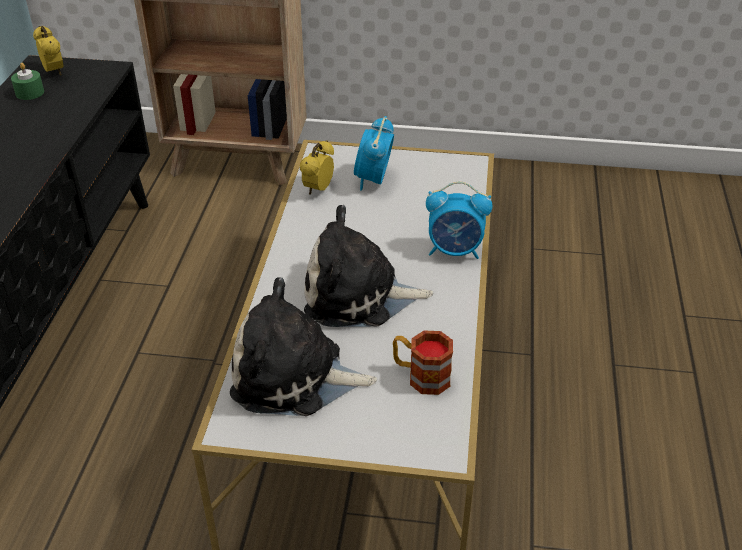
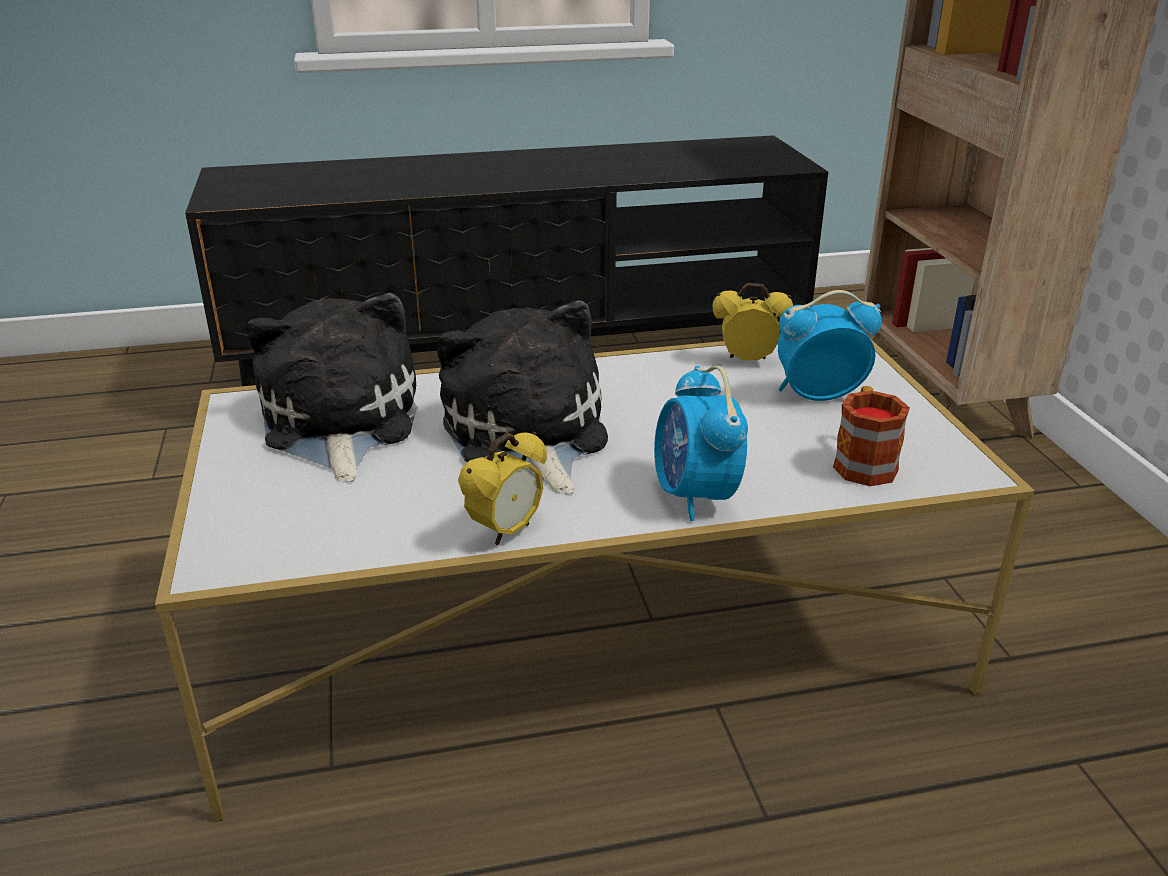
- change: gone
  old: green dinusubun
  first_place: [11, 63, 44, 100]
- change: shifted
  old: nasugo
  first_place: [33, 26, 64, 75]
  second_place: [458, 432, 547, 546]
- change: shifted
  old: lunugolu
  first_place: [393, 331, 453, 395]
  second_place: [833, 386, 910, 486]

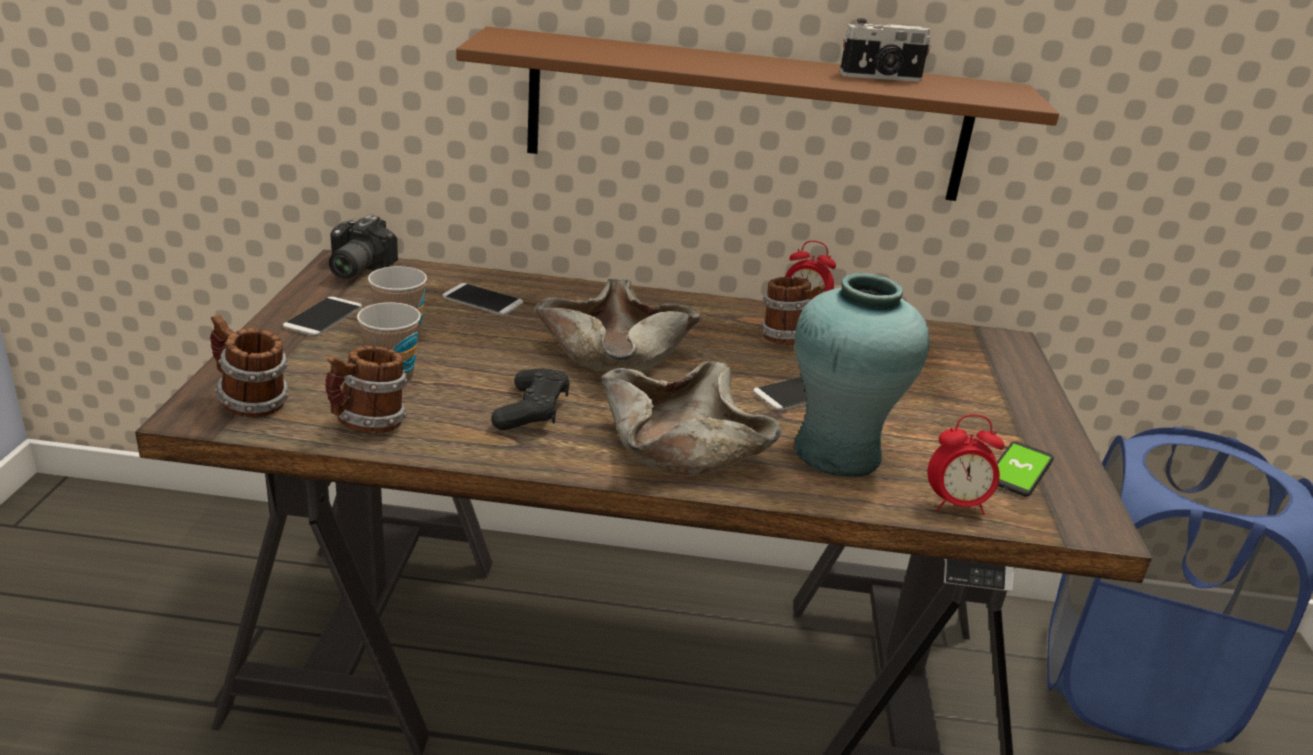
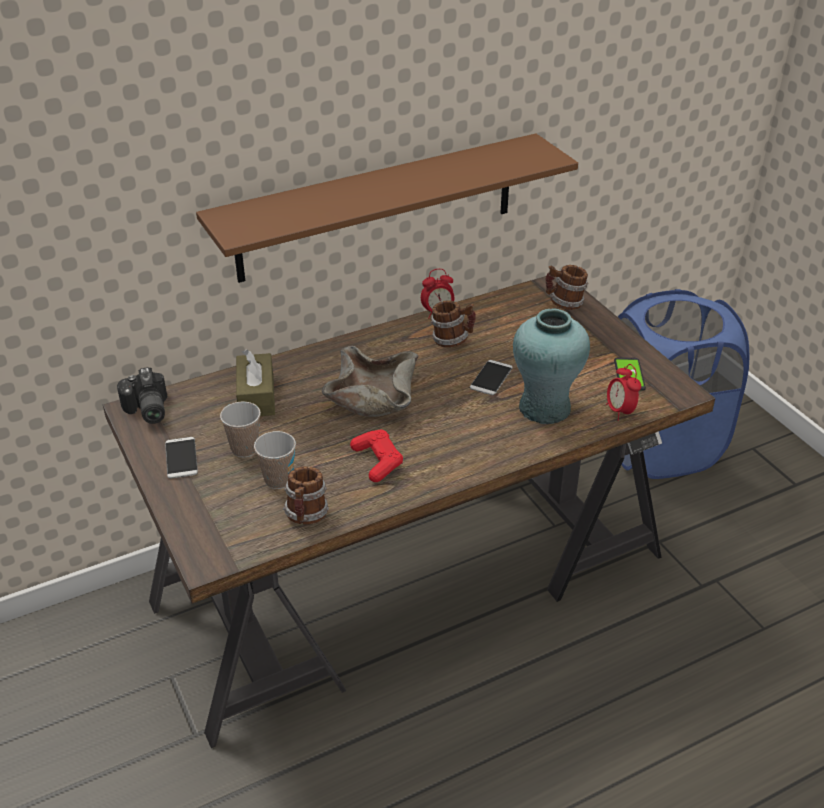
- change: gone
  old: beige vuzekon
  first_place: [601, 360, 781, 476]
- change: gone
  old: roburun
  first_place: [840, 18, 931, 82]
- change: shifted
  old: lunugolu
  first_place: [210, 314, 289, 418]
  second_place: [545, 265, 588, 310]
- change: swapped
  old: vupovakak
  new: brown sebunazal
  first_place: [443, 283, 523, 315]
  second_place: [236, 349, 275, 416]
- change: repainted
  old: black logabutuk
  new: red logabutuk
  first_place: [491, 368, 570, 430]
  second_place: [350, 430, 403, 482]
- change: rotated
  old: nasugo
  first_place: [928, 414, 1004, 515]
  second_place: [606, 364, 641, 421]
  degrees: 105

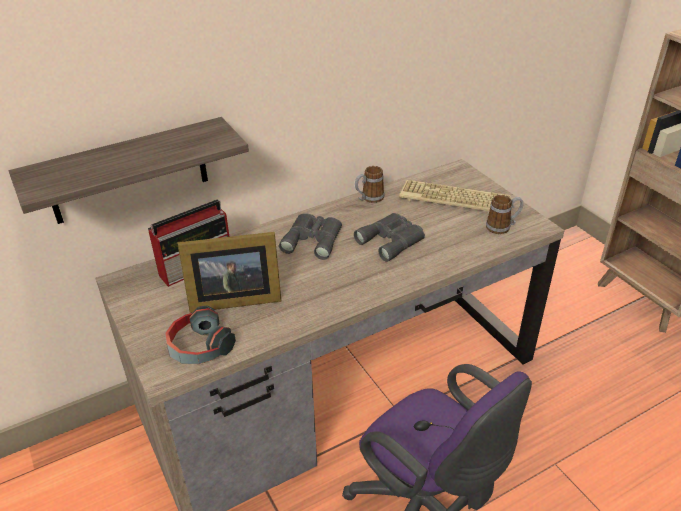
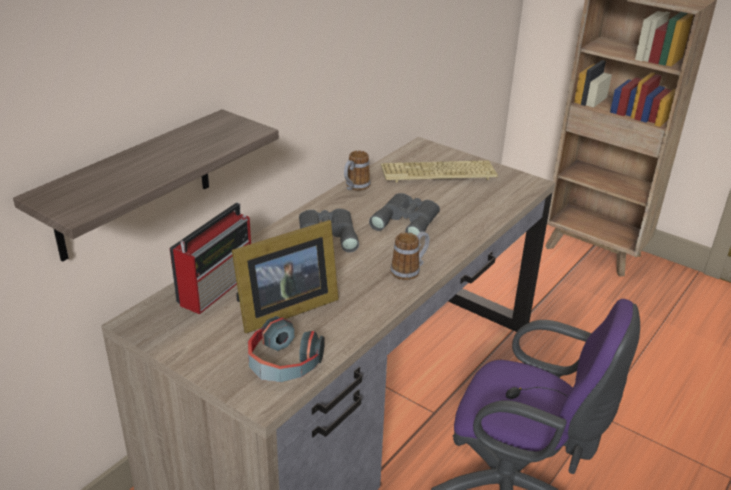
- change: shifted
  old: lunugolu
  first_place: [486, 195, 523, 234]
  second_place: [391, 231, 430, 280]

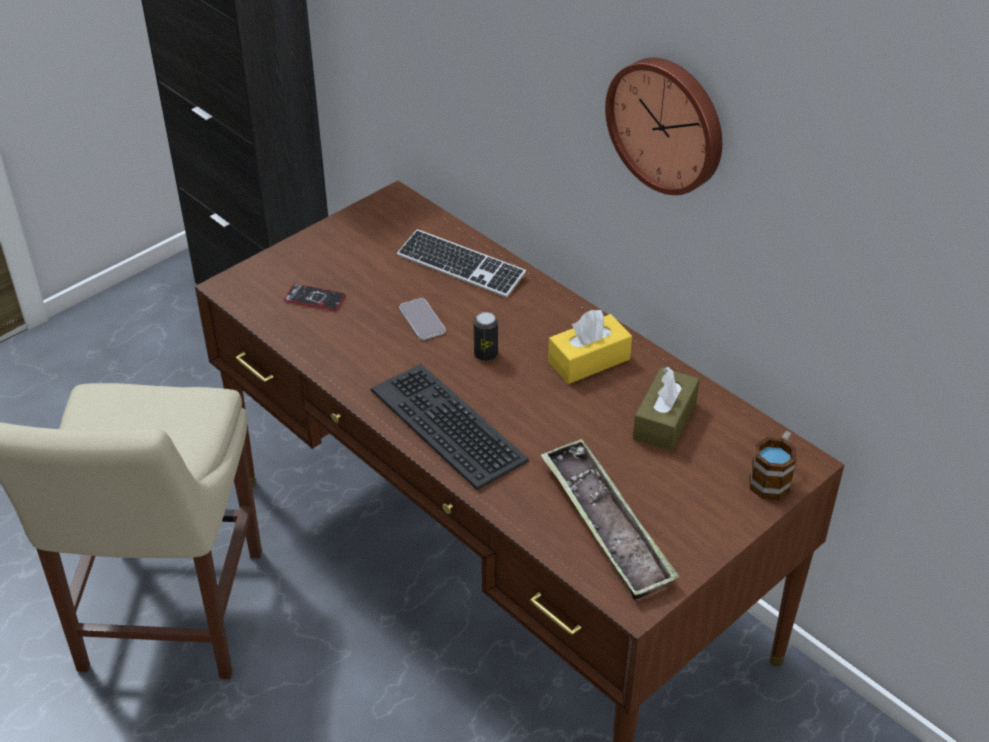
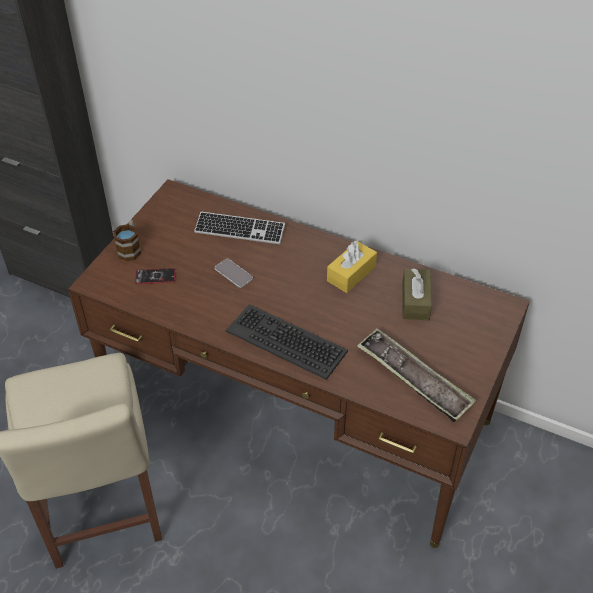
- change: gone
  old: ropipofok
  first_place: [474, 312, 498, 361]
- change: gone
  old: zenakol
  first_place: [605, 58, 722, 195]
- change: shifted
  old: lunugolu
  first_place: [749, 431, 797, 500]
  second_place: [113, 220, 141, 261]

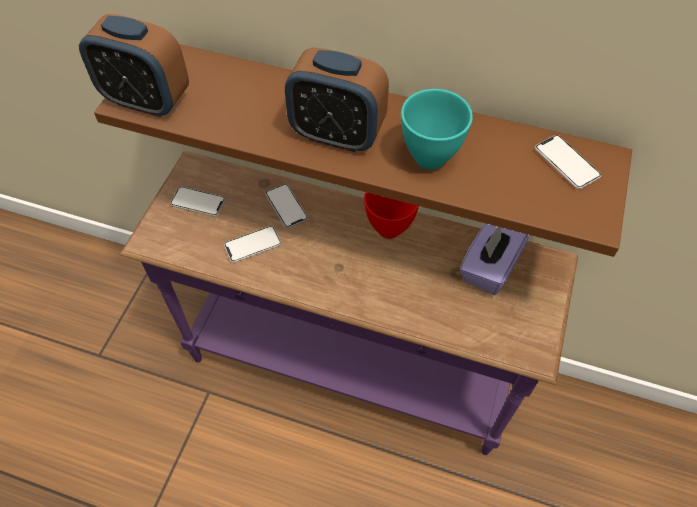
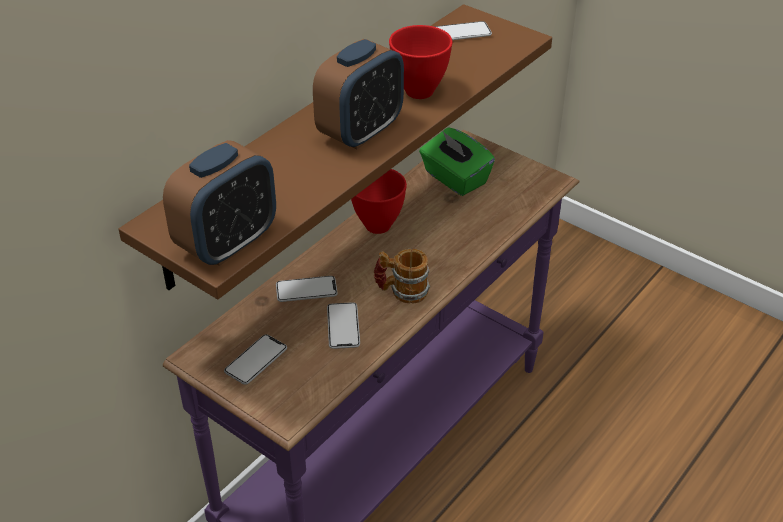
- change: new
  new: lunugolu
  second_place: [374, 249, 430, 304]
- change: repainted
  old: turquoise vuzekon
  new: red vuzekon
  first_place: [401, 89, 473, 170]
  second_place: [389, 25, 453, 99]
- change: repainted
  old: purple sebunazal
  new: green sebunazal
  first_place: [460, 224, 530, 295]
  second_place: [419, 127, 495, 196]

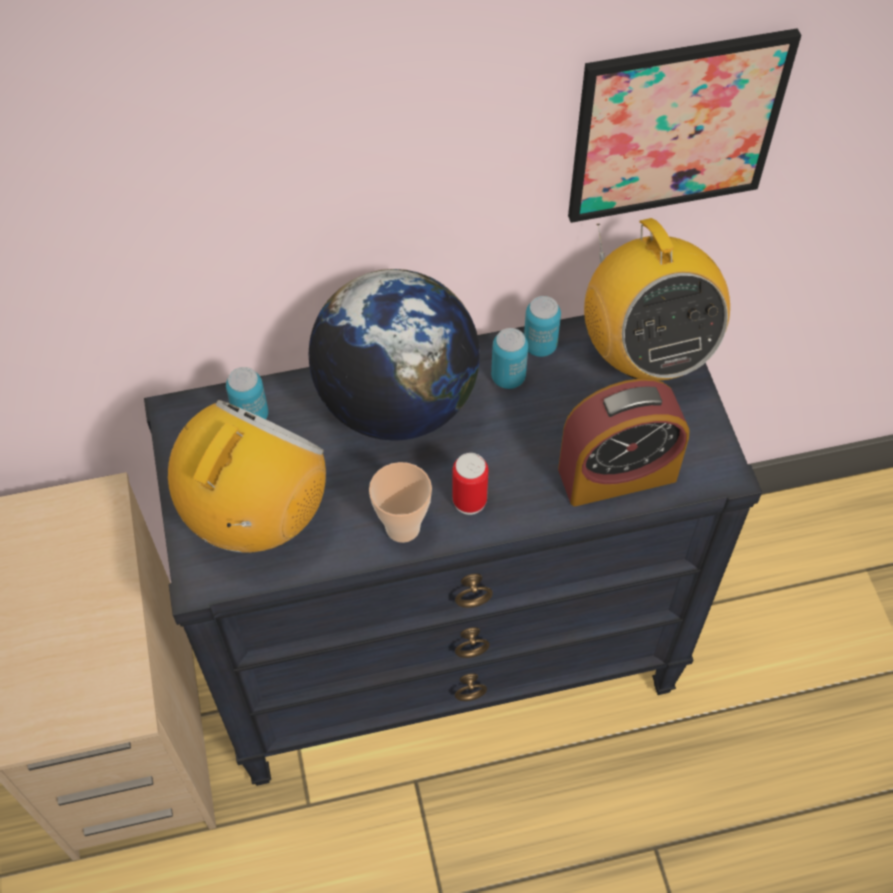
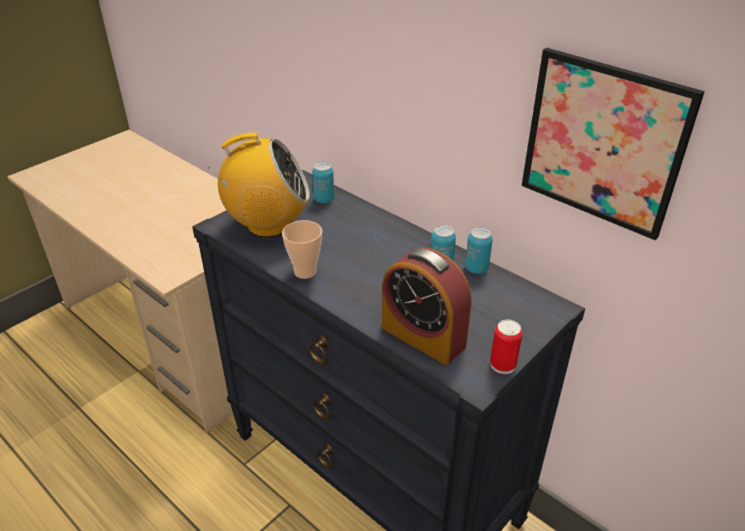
- change: gone
  old: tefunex
  first_place: [309, 269, 480, 441]
- change: gone
  old: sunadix
  first_place: [584, 218, 730, 381]
- change: shifted
  old: ropipofok
  first_place: [452, 453, 489, 515]
  second_place: [490, 319, 523, 374]

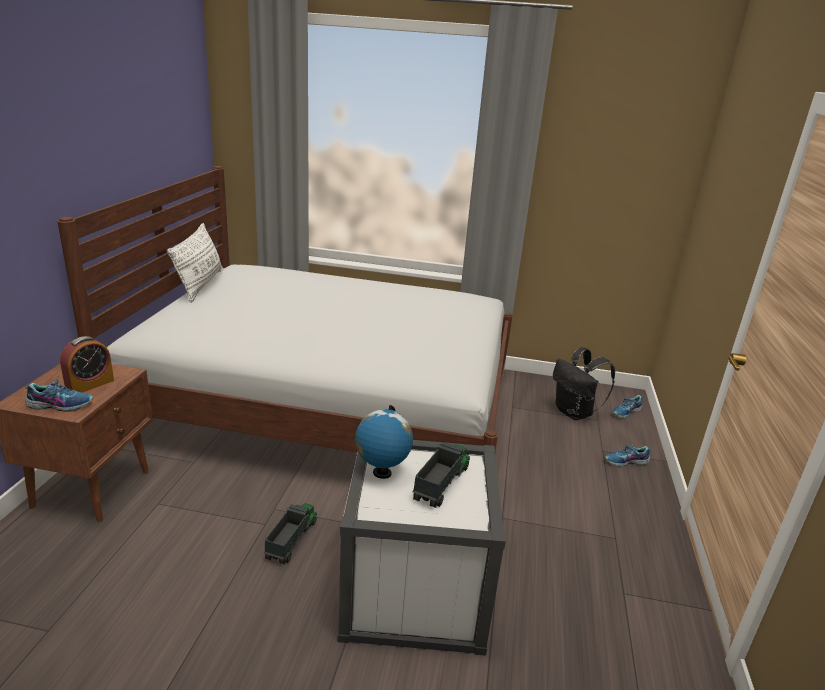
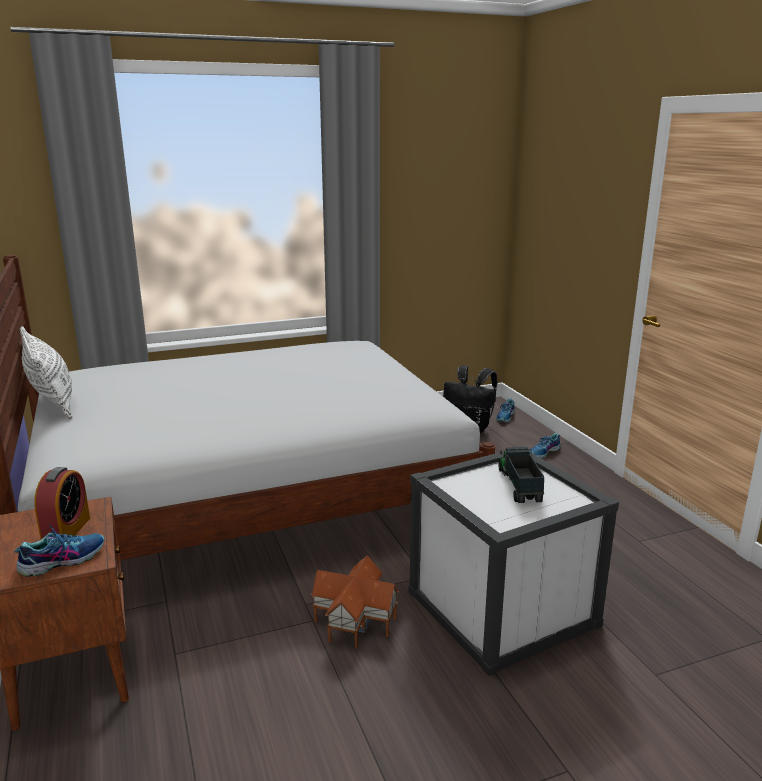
- change: gone
  old: tefunex
  first_place: [355, 405, 413, 479]
- change: swapped
  old: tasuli
  new: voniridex
  first_place: [264, 503, 317, 565]
  second_place: [311, 555, 399, 649]

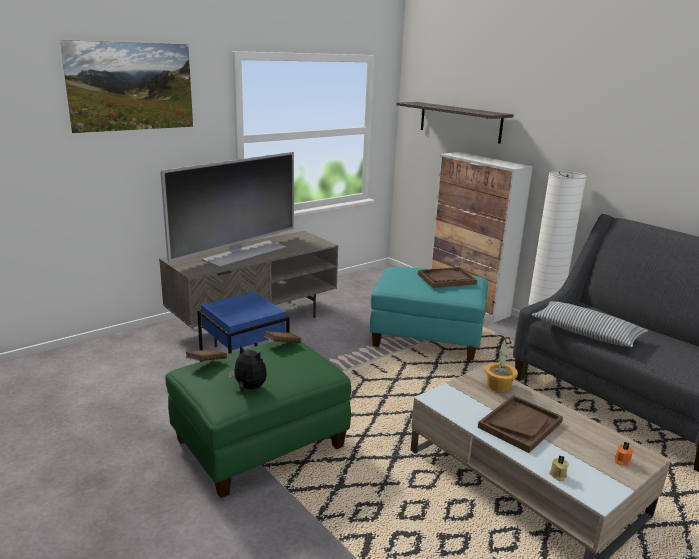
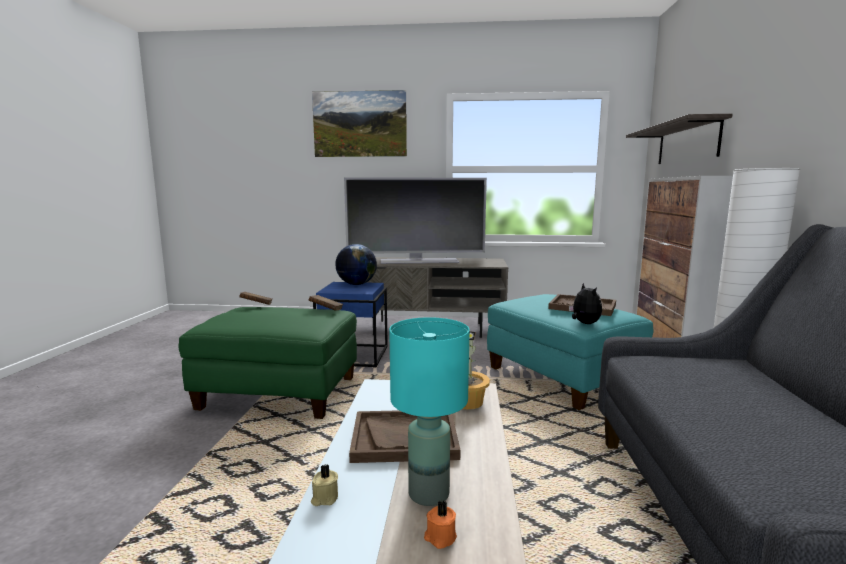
- change: gone
  old: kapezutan
  first_place: [532, 301, 648, 347]
- change: new
  new: tefunex
  second_place: [335, 244, 377, 285]
- change: new
  new: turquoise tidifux
  second_place: [389, 317, 470, 506]
- change: shifted
  old: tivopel
  first_place: [228, 346, 267, 391]
  second_place: [569, 283, 602, 324]

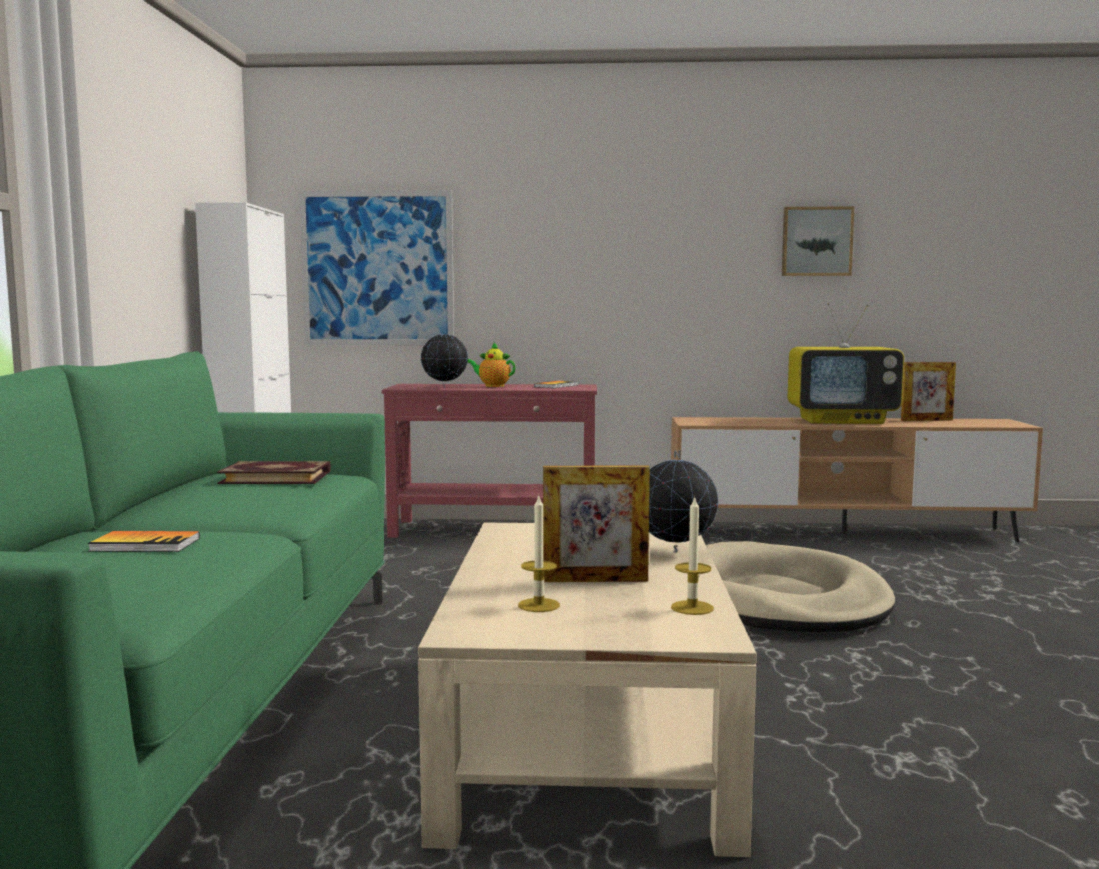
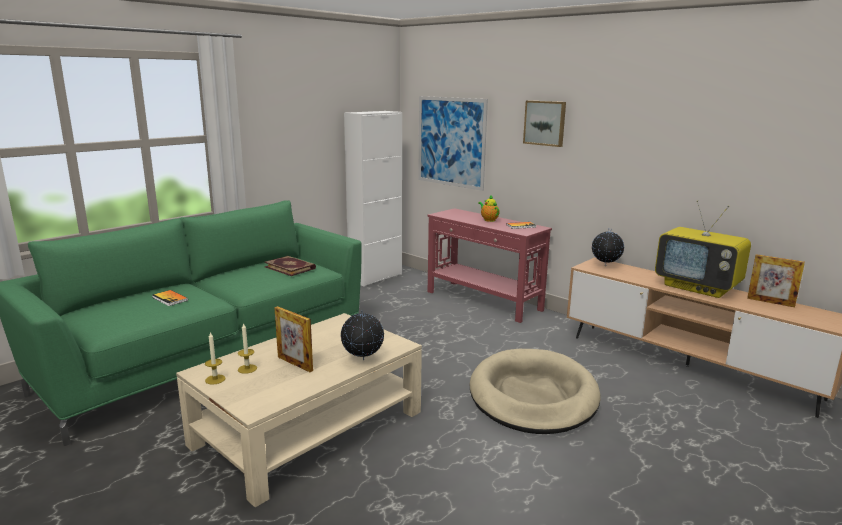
- change: shifted
  old: tefunex
  first_place: [421, 329, 468, 386]
  second_place: [592, 229, 624, 265]
- change: shifted
  old: dinusubun
  first_place: [671, 496, 714, 615]
  second_place: [205, 332, 225, 385]
- change: shifted
  old: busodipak
  first_place: [782, 206, 855, 276]
  second_place: [523, 100, 566, 147]

